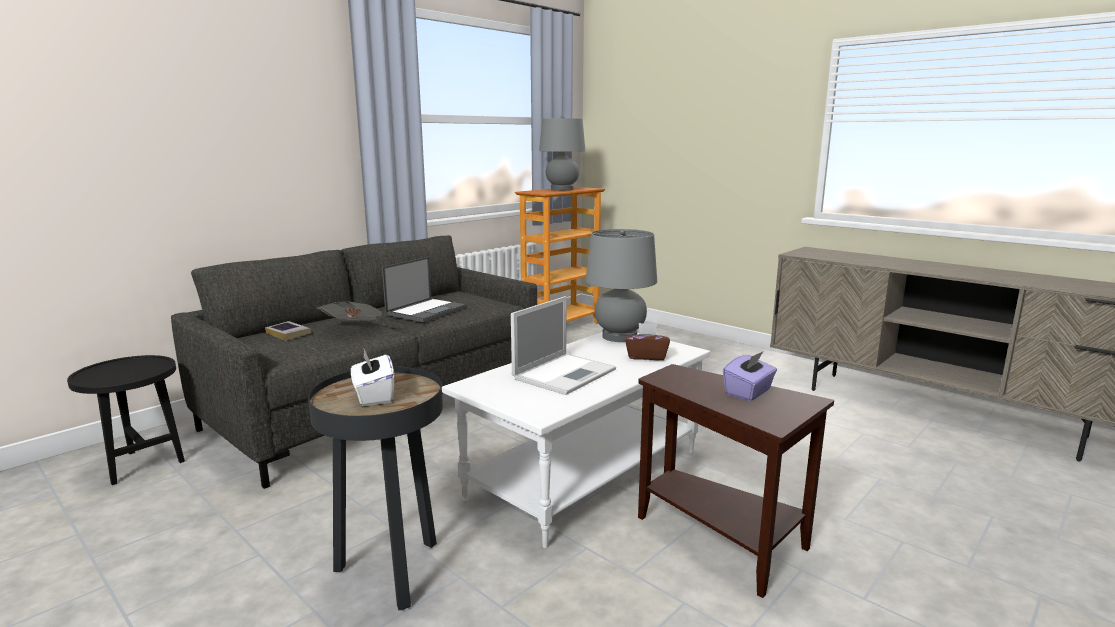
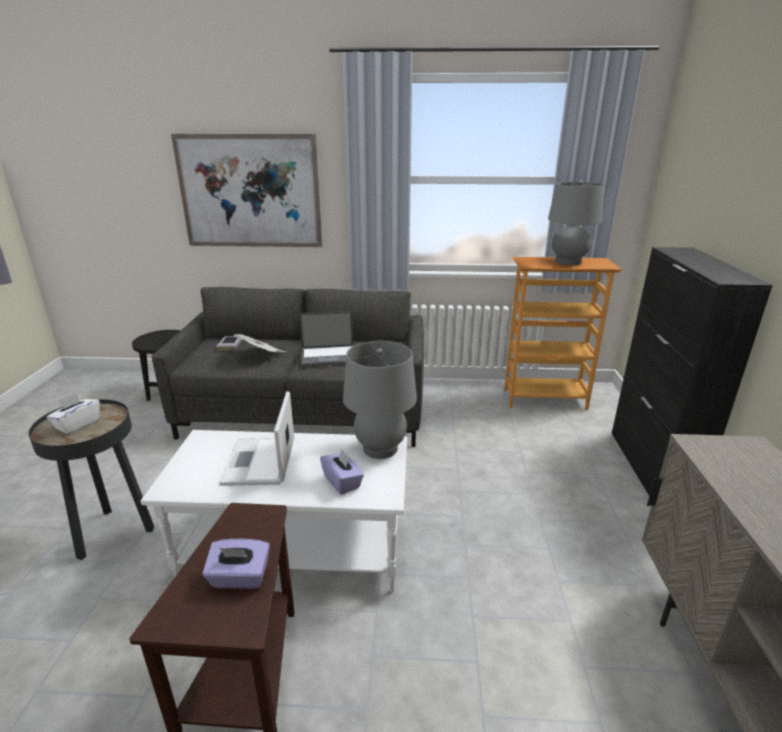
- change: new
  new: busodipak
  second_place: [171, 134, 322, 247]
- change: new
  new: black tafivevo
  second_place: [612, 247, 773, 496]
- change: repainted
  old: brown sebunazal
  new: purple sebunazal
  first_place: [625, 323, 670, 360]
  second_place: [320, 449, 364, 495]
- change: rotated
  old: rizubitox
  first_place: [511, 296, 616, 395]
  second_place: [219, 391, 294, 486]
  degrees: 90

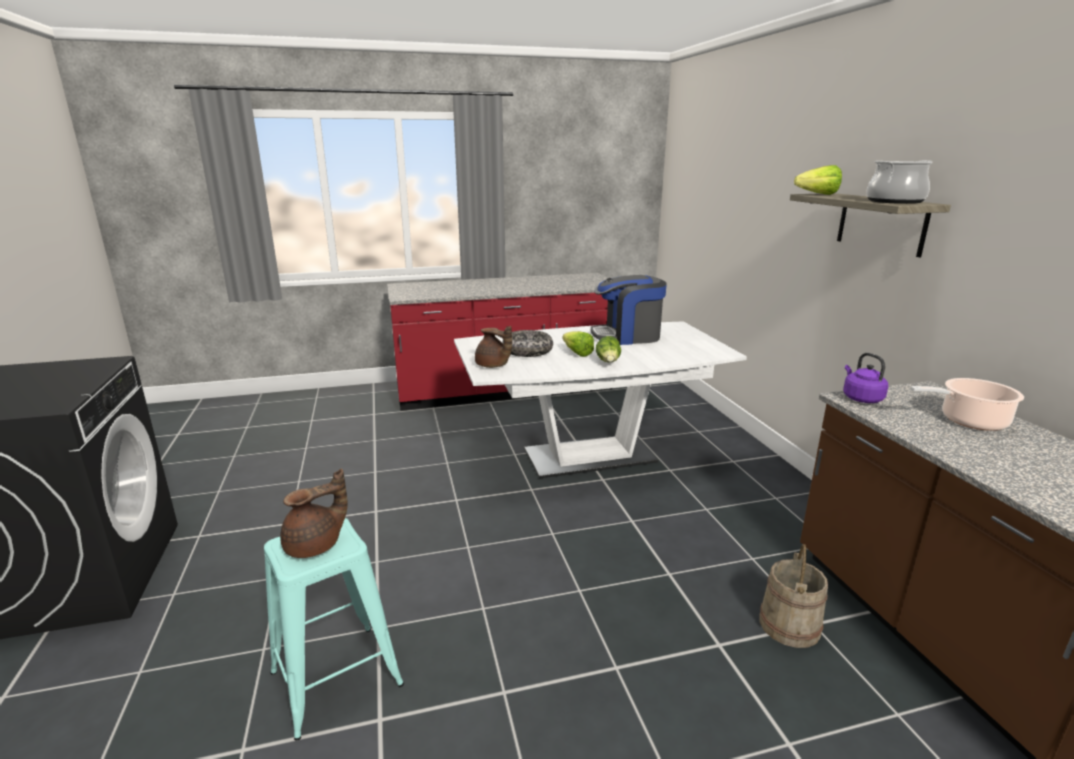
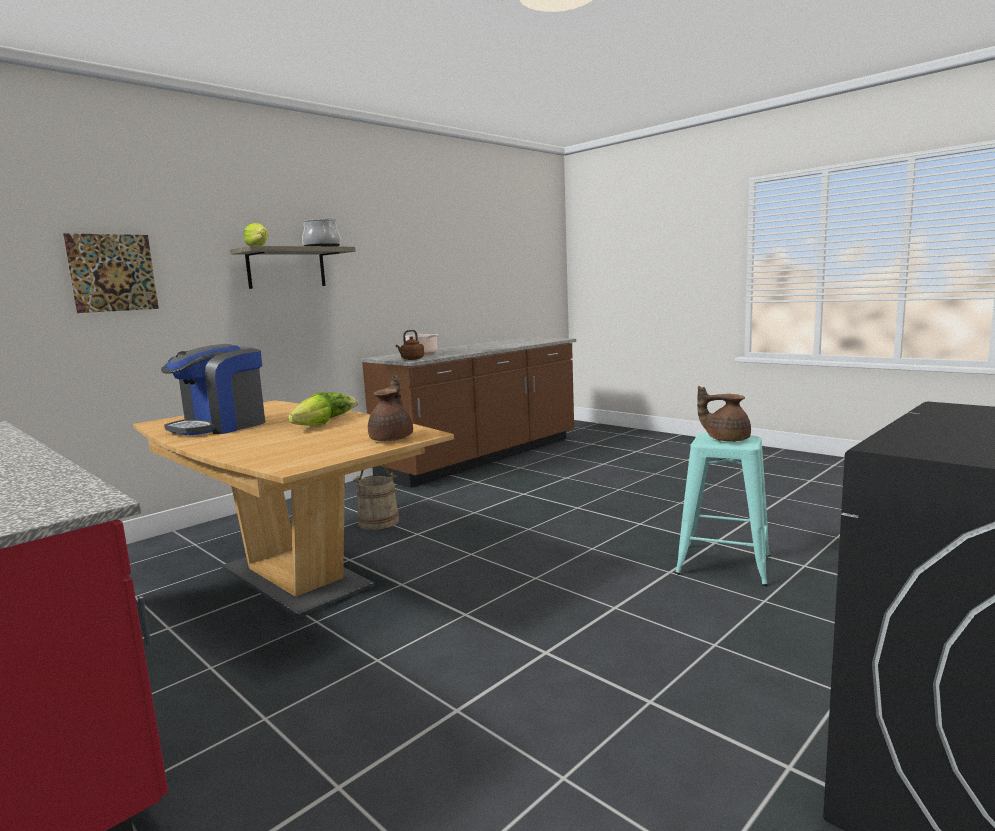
- change: gone
  old: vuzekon
  first_place: [502, 330, 553, 357]
- change: new
  new: busodipak
  second_place: [63, 233, 159, 313]
- change: shifted
  old: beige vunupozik
  first_place: [759, 544, 828, 648]
  second_place: [353, 464, 399, 530]
- change: repainted
  old: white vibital
  new: brown vibital
  first_place: [454, 321, 747, 478]
  second_place: [133, 400, 454, 618]
- change: repainted
  old: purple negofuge
  new: brown negofuge
  first_place: [843, 353, 888, 403]
  second_place: [396, 330, 424, 360]
- change: rotated
  old: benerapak
  first_place: [591, 275, 667, 345]
  second_place: [161, 344, 265, 436]
  degrees: 75

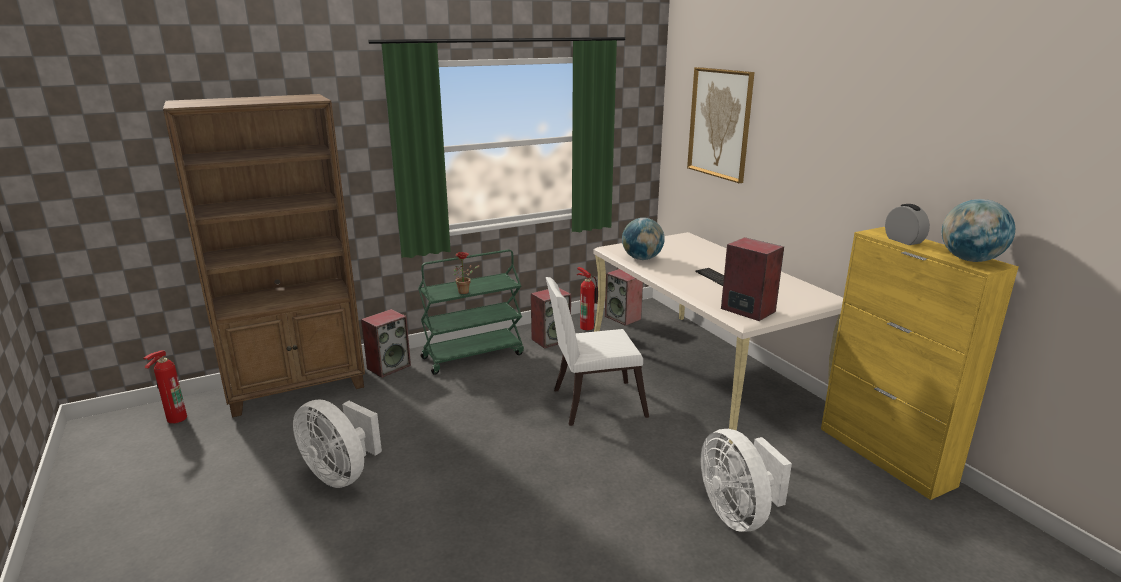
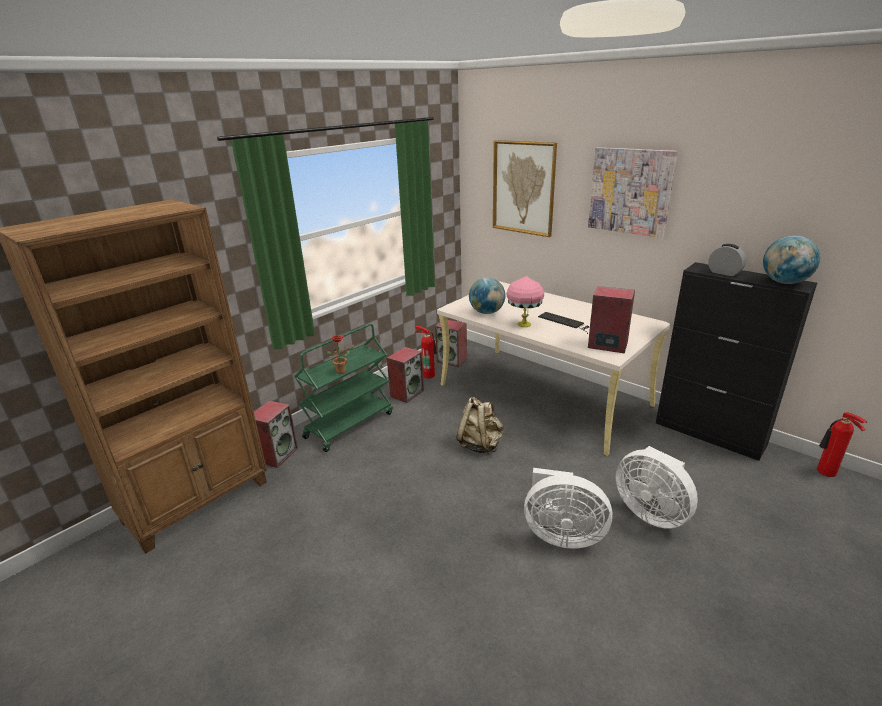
- change: new
  new: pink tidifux
  second_place: [506, 276, 544, 327]
- change: new
  new: busodipak
  second_place: [588, 147, 678, 238]
- change: shifted
  old: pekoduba
  first_place: [143, 350, 187, 424]
  second_place: [817, 412, 867, 477]
- change: shifted
  old: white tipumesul
  first_place: [293, 400, 382, 488]
  second_place: [524, 468, 613, 549]
- change: swapped
  old: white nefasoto
  new: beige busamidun
  first_place: [546, 277, 649, 426]
  second_place: [456, 397, 503, 453]
- change: repainted
  old: yellow tafivevo
  new: black tafivevo
  first_place: [821, 227, 1019, 500]
  second_place: [656, 262, 817, 461]

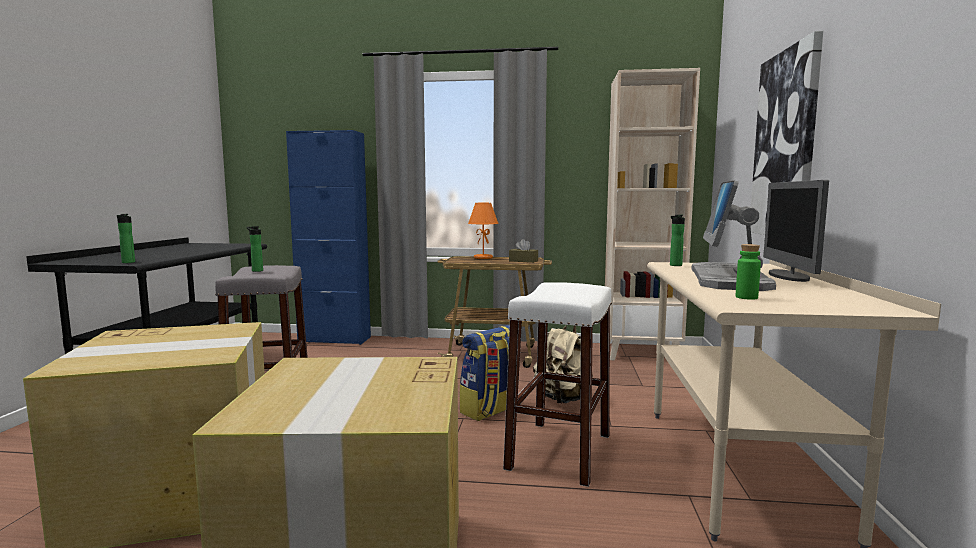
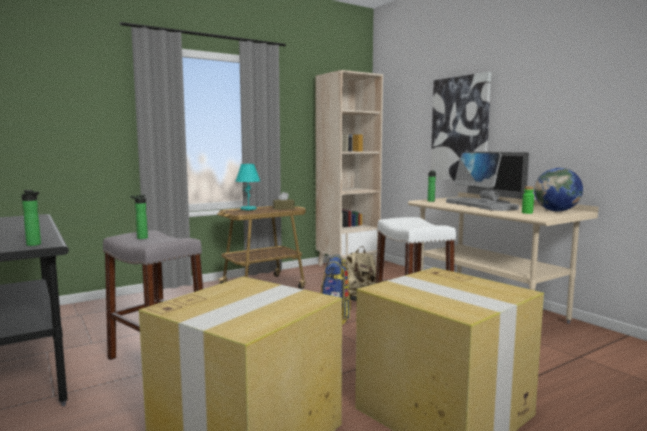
- change: gone
  old: blue tafivevo
  first_place: [286, 130, 371, 345]
- change: new
  new: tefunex
  second_place: [534, 168, 583, 211]
- change: repainted
  old: orange tidifux
  new: turquoise tidifux
  first_place: [468, 203, 499, 259]
  second_place: [236, 164, 260, 210]

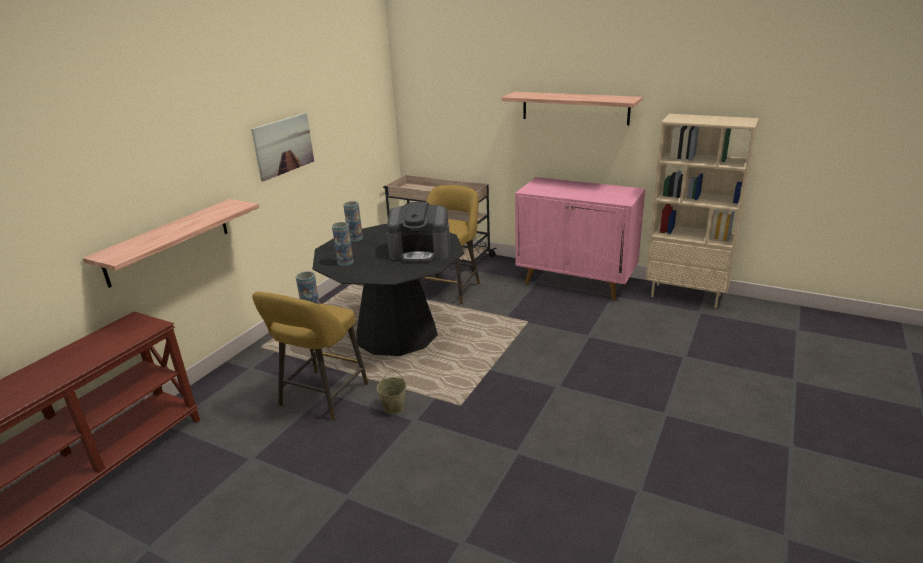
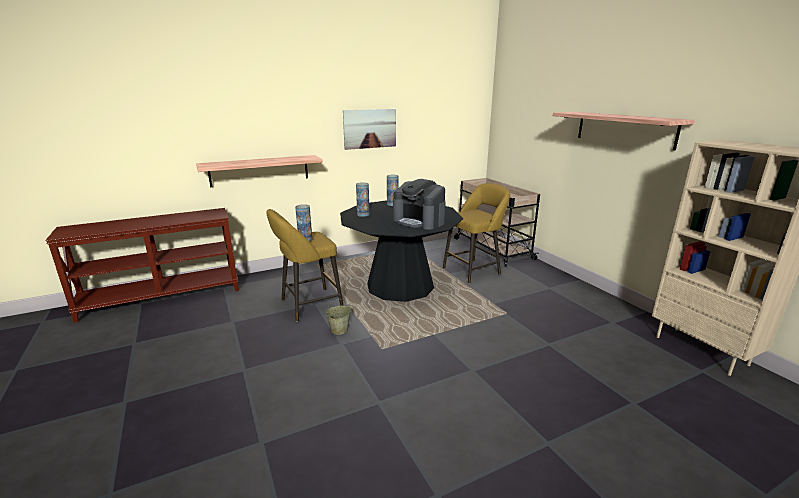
- change: gone
  old: pink tafivevo
  first_place: [515, 177, 645, 300]

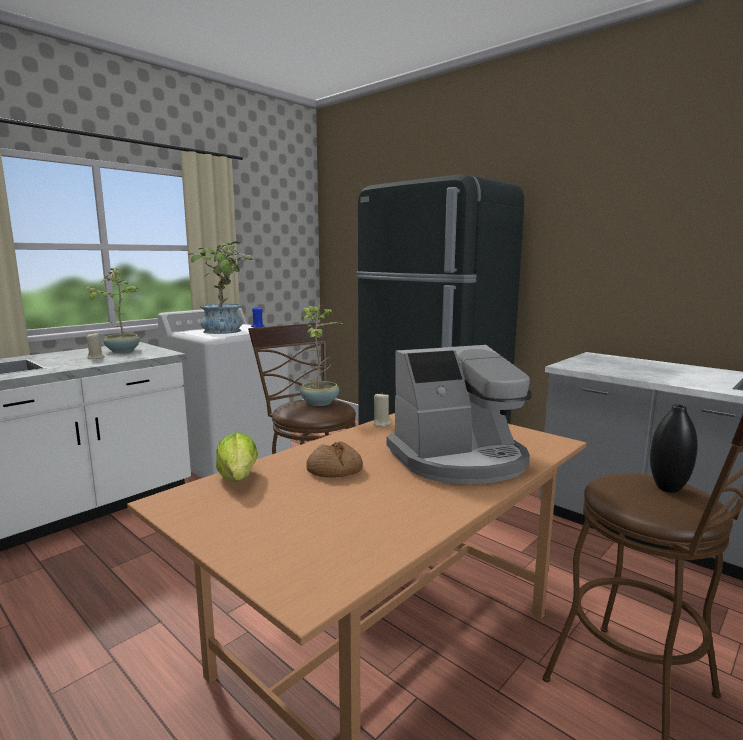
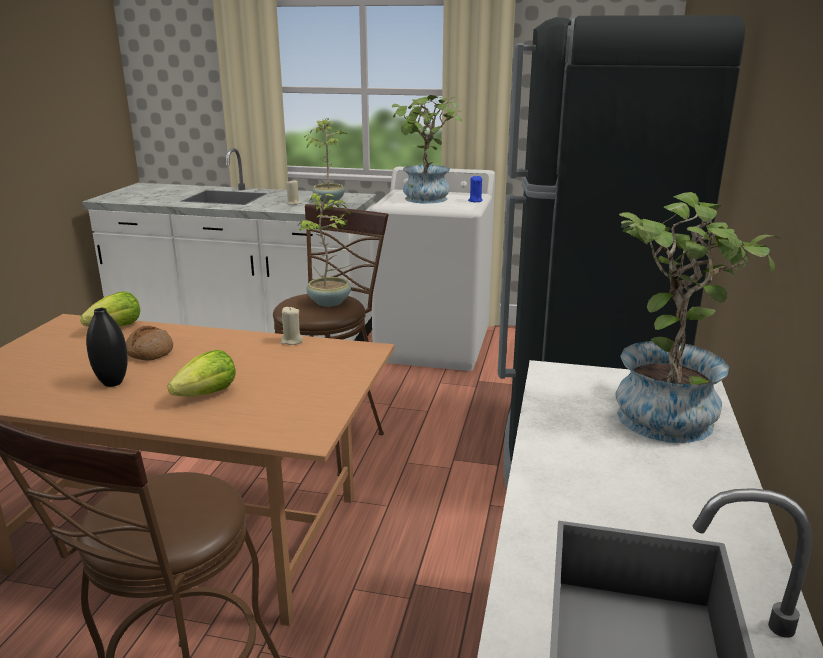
- change: new
  new: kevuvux
  second_place: [616, 192, 781, 443]
- change: shifted
  old: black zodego
  first_place: [650, 404, 698, 493]
  second_place: [86, 308, 128, 387]
- change: swapped
  old: benerapak
  new: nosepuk
  first_place: [387, 345, 532, 484]
  second_place: [168, 350, 236, 397]

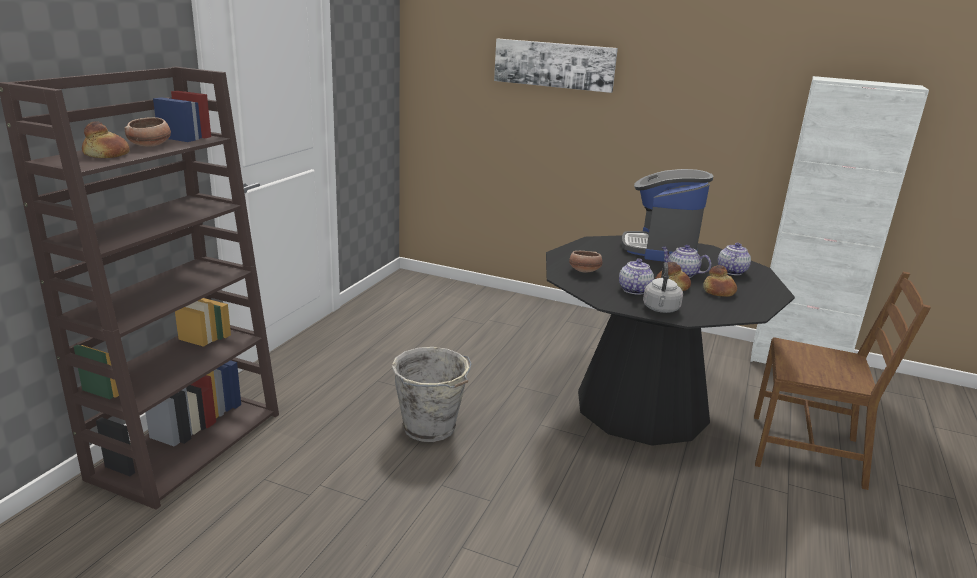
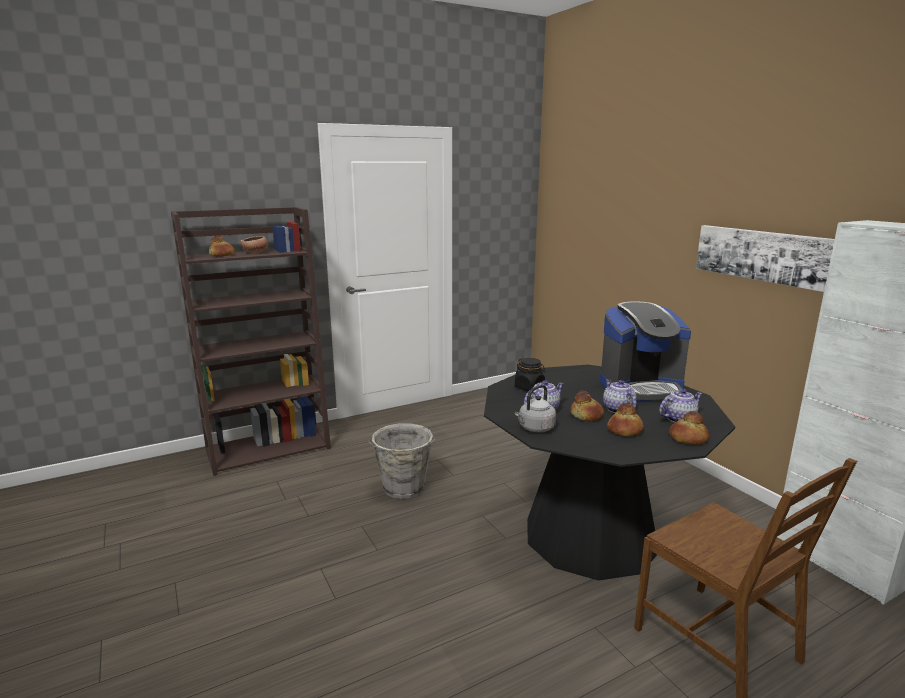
- change: new
  new: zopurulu
  second_place: [669, 411, 709, 445]
- change: shifted
  old: busodipak
  first_place: [494, 39, 618, 93]
  second_place: [696, 225, 835, 292]
- change: swapped
  old: vuzekon
  new: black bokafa
  first_place: [569, 251, 602, 273]
  second_place: [515, 358, 546, 391]
- change: rotated
  old: benerapak
  first_place: [621, 169, 713, 262]
  second_place: [600, 302, 691, 401]
  degrees: -150

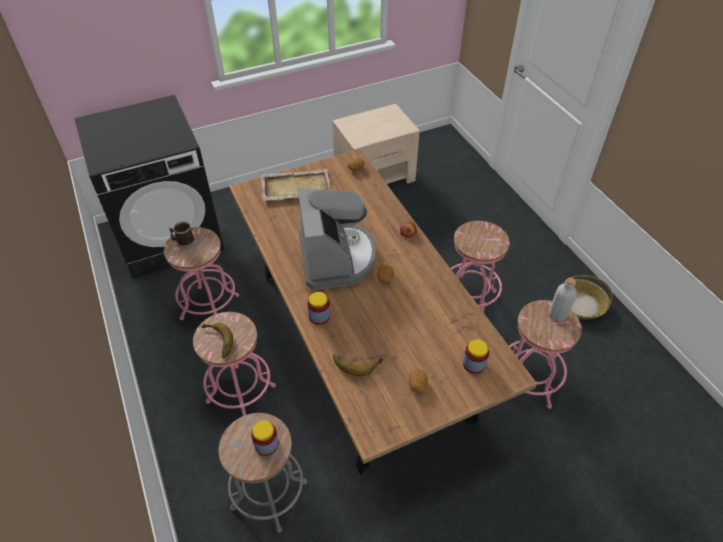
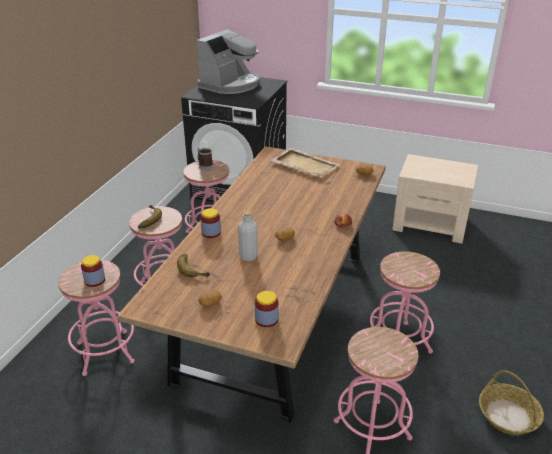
- change: shifted
  old: benerapak
  first_place: [298, 188, 376, 290]
  second_place: [197, 29, 260, 94]
- change: shifted
  old: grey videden
  first_place: [549, 277, 577, 322]
  second_place: [238, 210, 258, 261]
- change: repainted
  old: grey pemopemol
  new: pink pemopemol
  first_place: [218, 413, 307, 533]
  second_place: [58, 260, 135, 376]

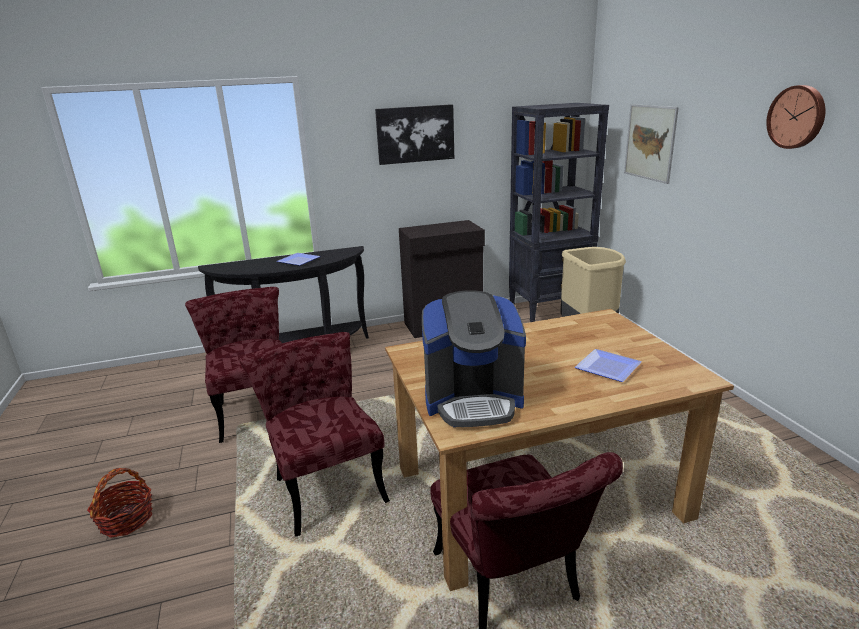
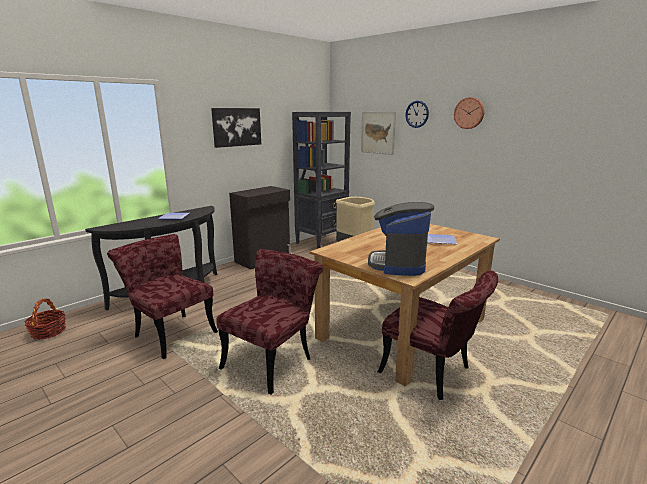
- change: new
  new: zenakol
  second_place: [405, 101, 429, 128]
- change: shifted
  old: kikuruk
  first_place: [87, 468, 152, 538]
  second_place: [24, 298, 66, 339]
- change: rotated
  old: red nefasoto
  first_place: [239, 332, 390, 537]
  second_place: [216, 249, 324, 394]
  degrees: 90
- change: rotated
  old: benerapak
  first_place: [422, 290, 526, 427]
  second_place: [368, 202, 434, 276]
  degrees: 135

